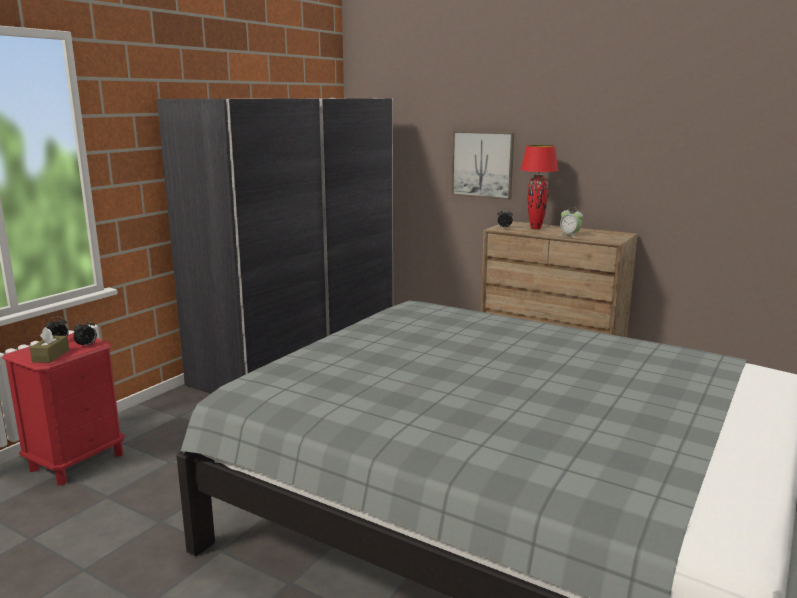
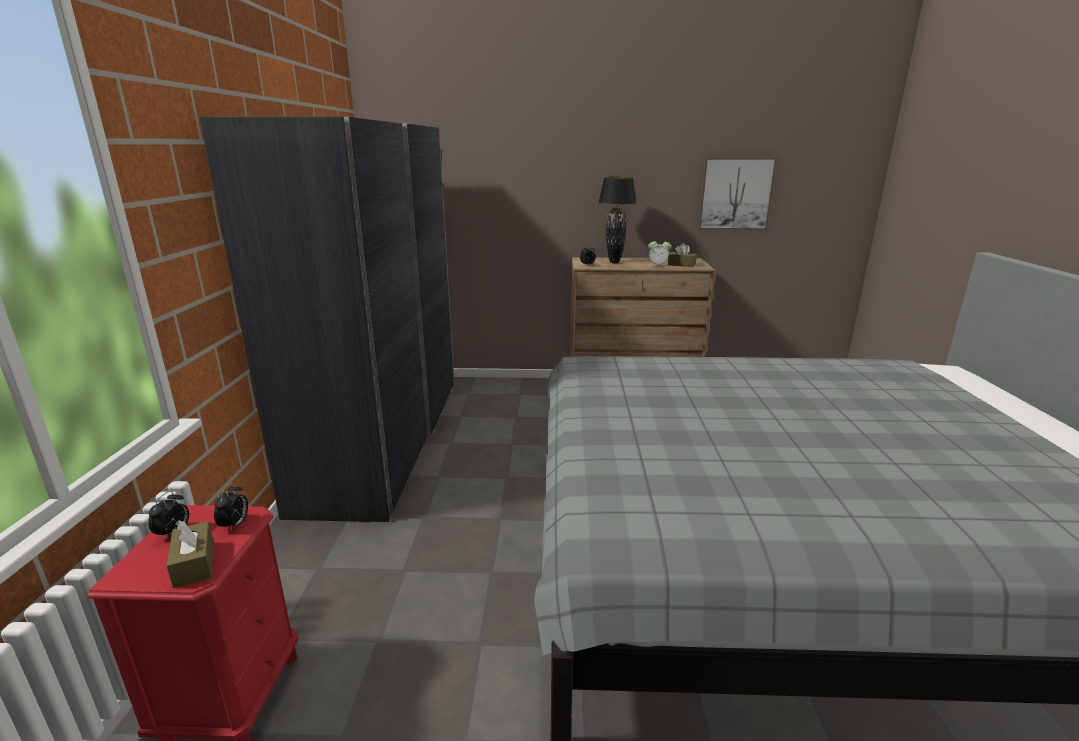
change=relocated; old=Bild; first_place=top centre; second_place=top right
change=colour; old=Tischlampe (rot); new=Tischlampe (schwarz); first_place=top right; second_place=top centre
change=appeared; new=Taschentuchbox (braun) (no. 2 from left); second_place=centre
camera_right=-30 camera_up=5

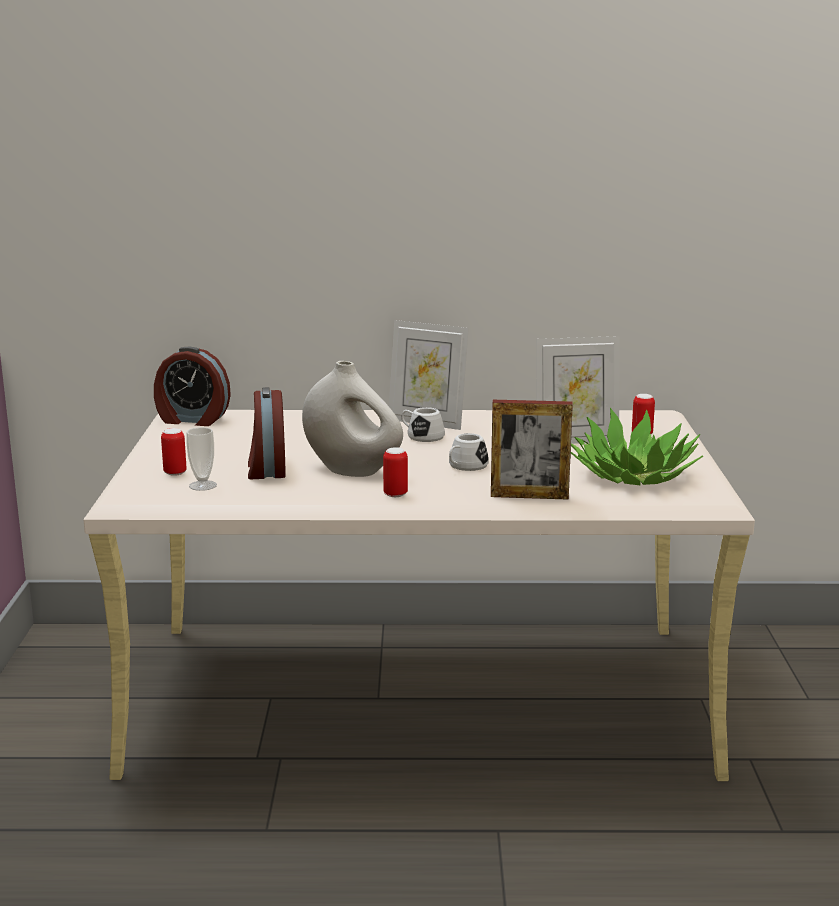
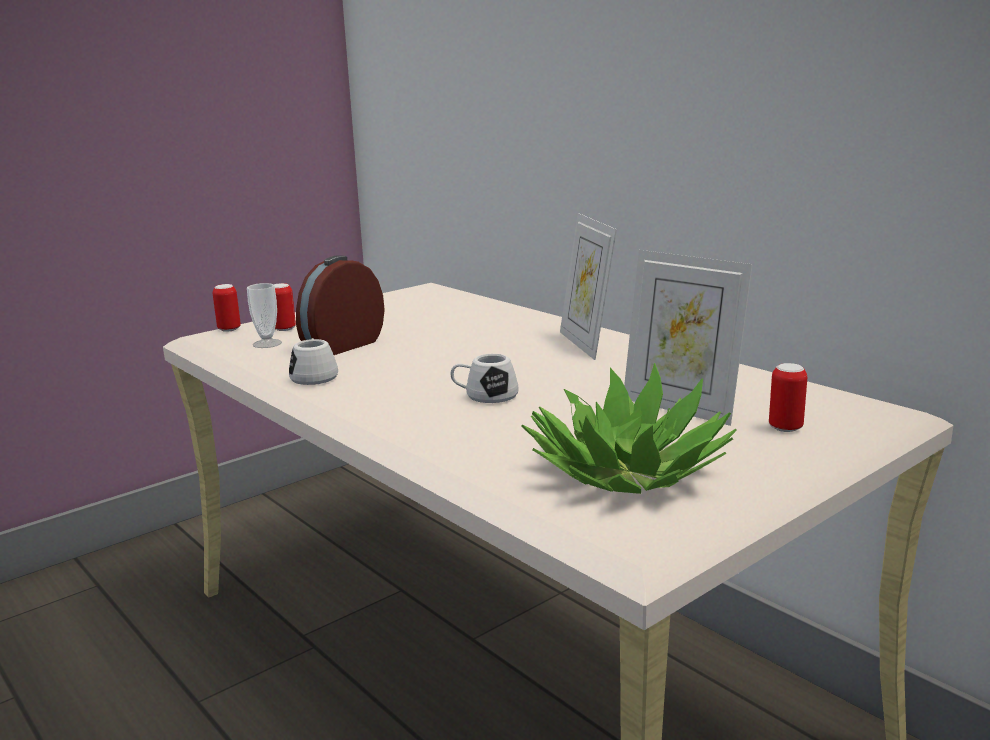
change=missing; old=Wecker (no. 1 from left); first_place=middle left
change=missing; old=Vase (weiß); first_place=centre
change=missing; old=Bilderrahmen (no. 2 from left); first_place=centre
change=relocated; old=Henkelbecher (weiß) (no. 1 from left); first_place=centre; second_place=middle left
change=relocated; old=Dose (no. 2 from left in the first image); new=Dose (no. 1 from left); first_place=centre; second_place=middle left
camera_right=50 camera_up=0

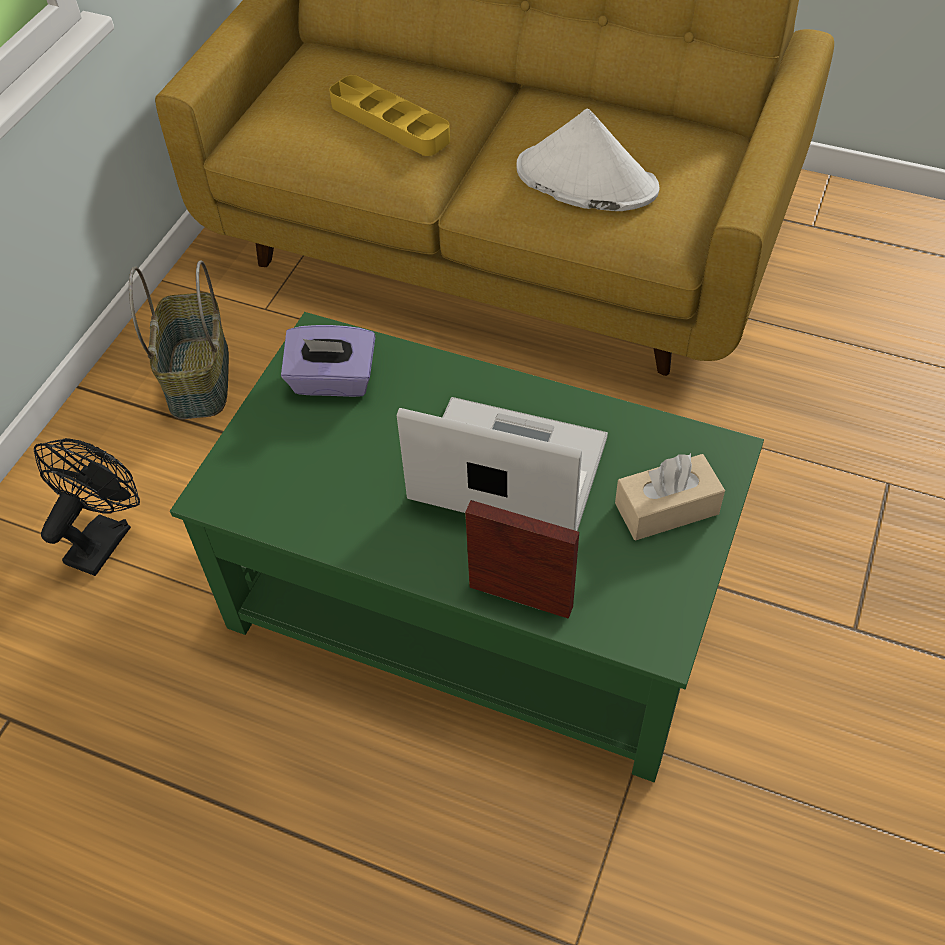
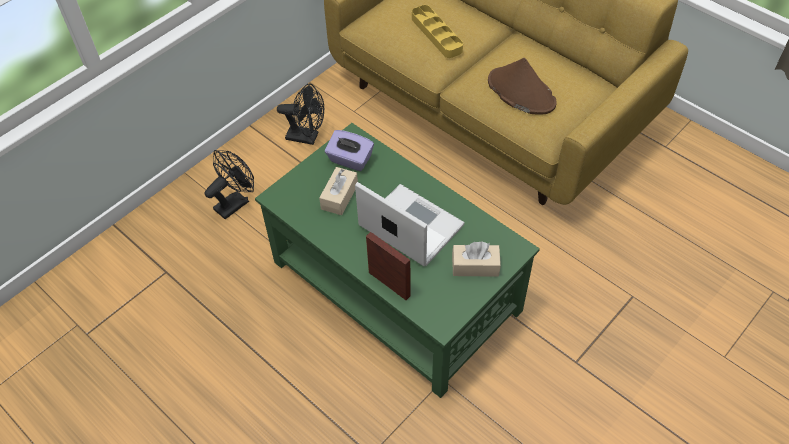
change=colour; old=Hut (weiß); new=Hut (braun); first_place=top centre; second_place=top centre
change=exchanged; old=Korb; new=Ventilator (schwarz) (no. 2 from left); first_place=middle left; second_place=top centre
change=appeared; new=Taschentuchbox (beige) (no. 1 from left); second_place=centre
camera_right=20 camera_up=0

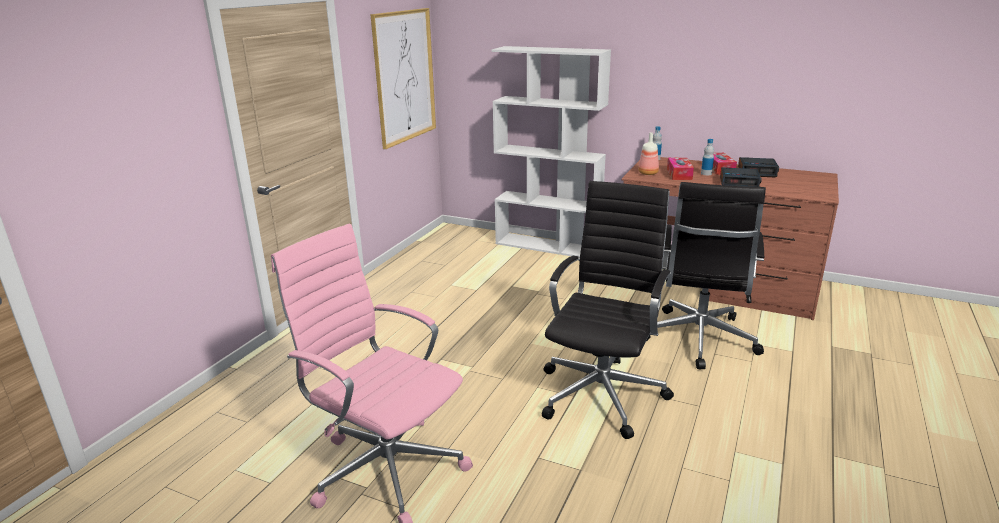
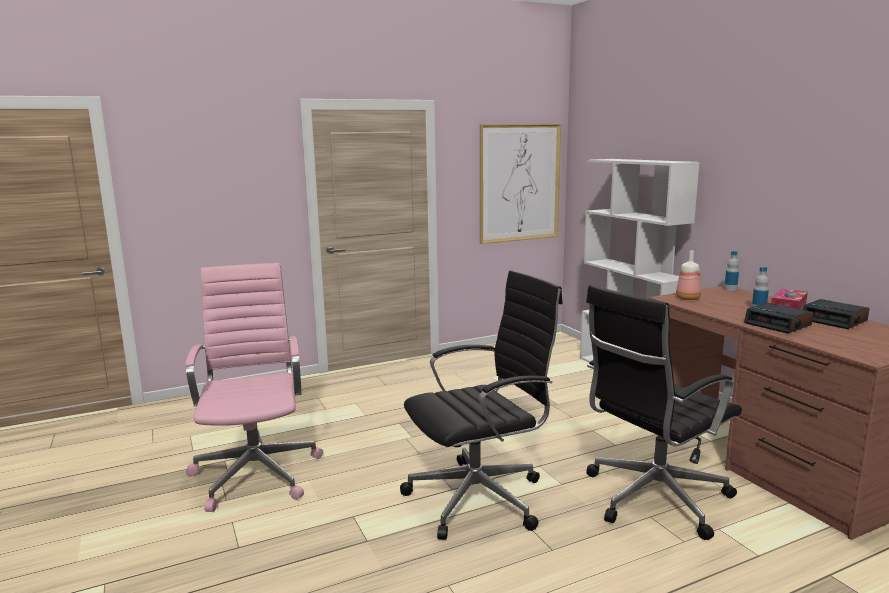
change=missing; old=Taschentuchbox (no. 1 from left); first_place=top right
camera_right=40 camera_up=-10

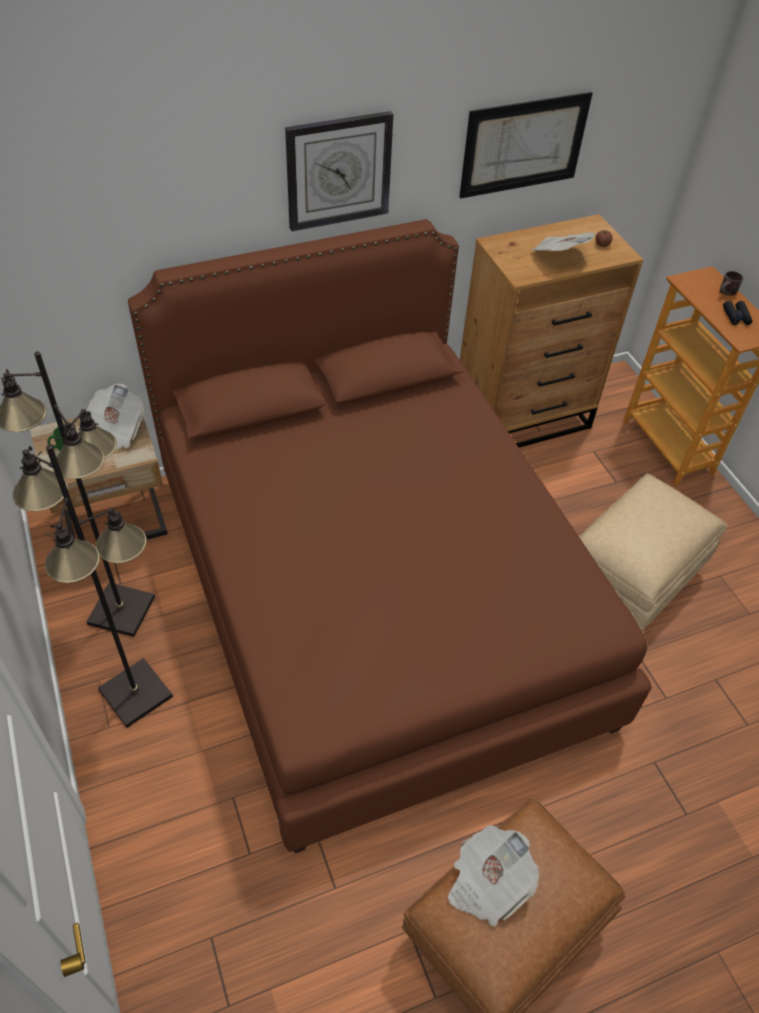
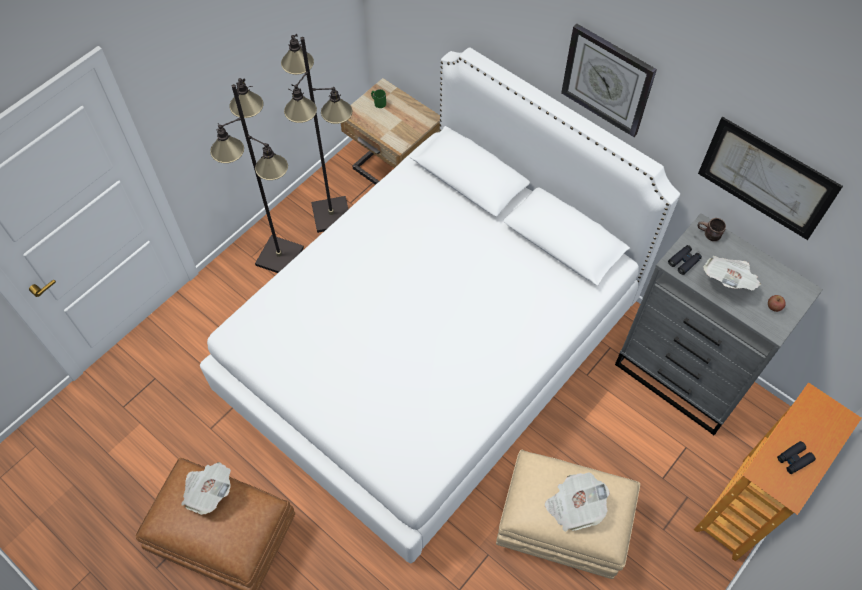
change=colour; old=Kommode (braun); new=Kommode (grau); first_place=top right; second_place=middle right
change=colour; old=Bett (braun); new=Bett (weiß); first_place=centre; second_place=centre
change=relocated; old=Henkelbecher (braun); first_place=top right; second_place=middle right
change=relocated; old=Zeitung (no. 1 from left in the first image); new=Zeitung (no. 2 from left); first_place=middle left; second_place=bottom right
change=appeared; new=Fernglas (schwarz) (no. 1 from left); second_place=middle right
camera_right=65 camera_up=10

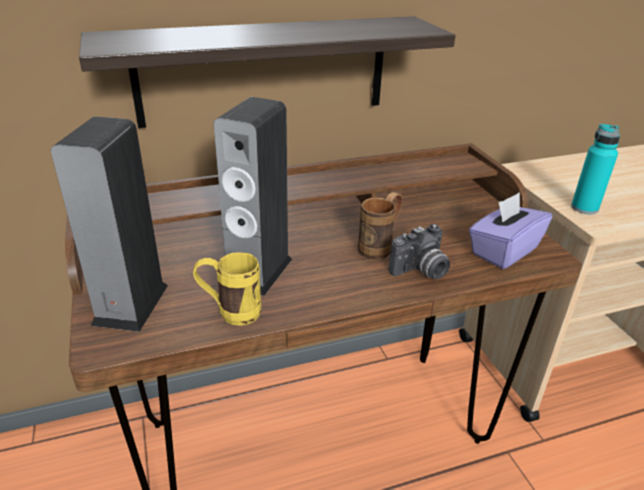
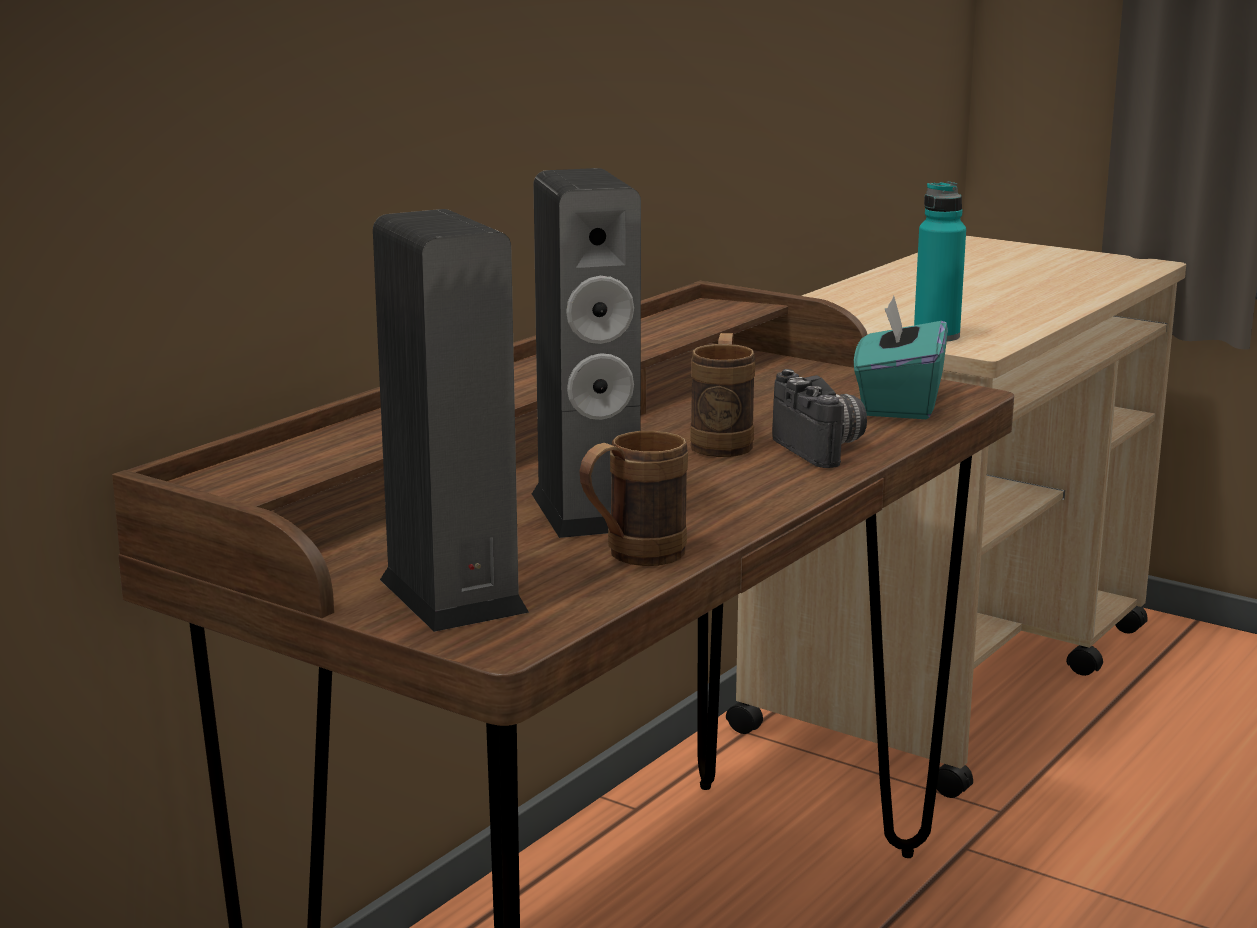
change=missing; old=Wandregal; first_place=top centre
change=colour; old=Taschentuchbox (lila); new=Taschentuchbox (türkis); first_place=middle right; second_place=middle right
change=spun; old=Kamera; first_place=centre; second_place=centre; degrees=-45
change=colour; old=Henkelbecher (gelb); new=Henkelbecher (braun) (no. 1 from left); first_place=centre; second_place=centre
camera_right=-35 camera_up=-15

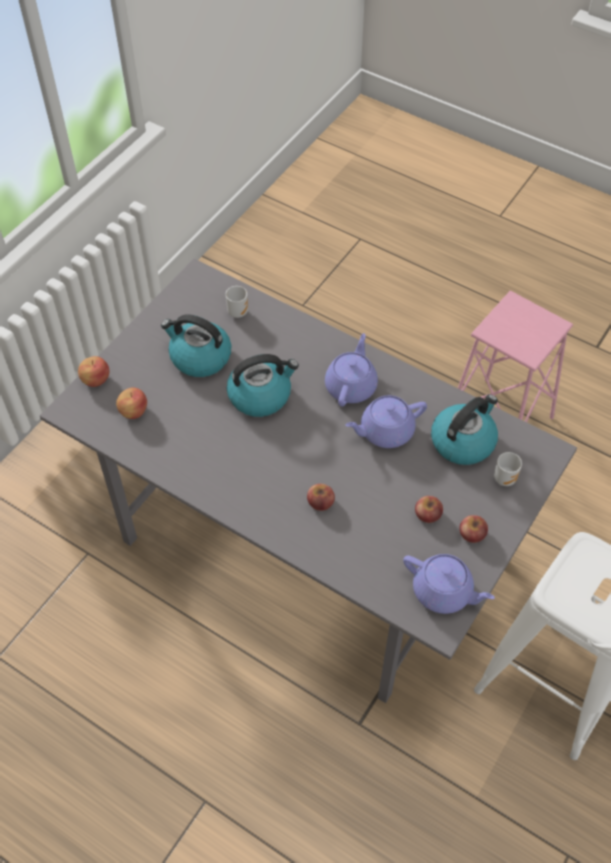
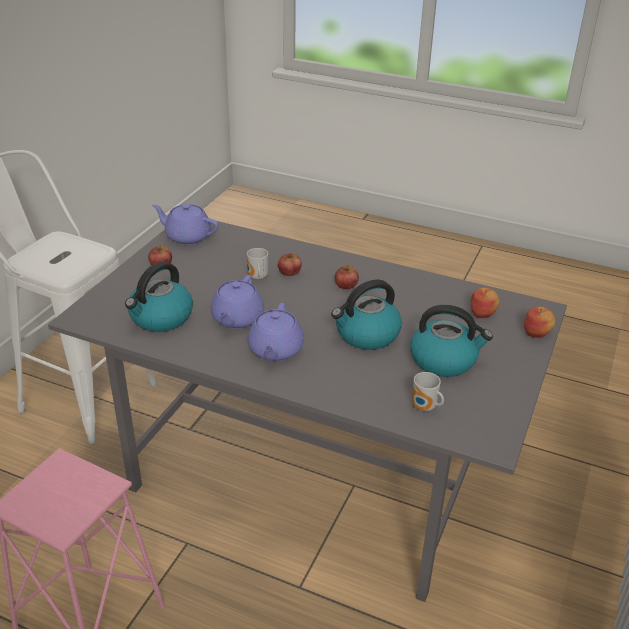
change=spun; old=Teekanne (lila) (no. 2 from left); first_place=centre; second_place=centre; degrees=135
change=relocated; old=Henkelbecher (no. 2 from left in the first image); new=Henkelbecher (no. 1 from left); first_place=middle right; second_place=centre
change=relocated; old=Apfel (no. 4 from left in the first image); new=Apfel (no. 3 from left); first_place=middle right; second_place=centre
camera_right=170 camera_up=-20

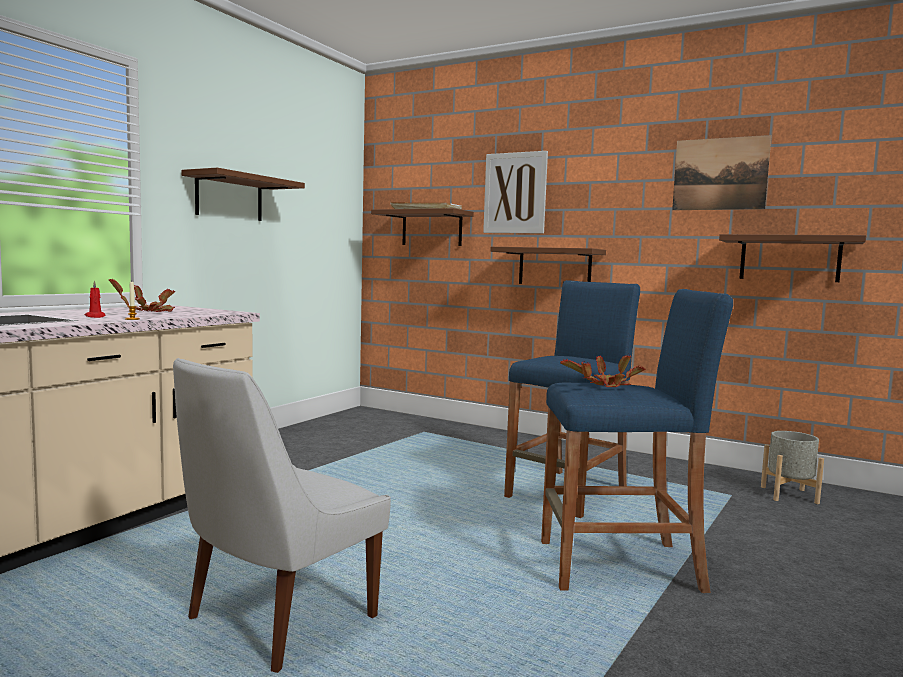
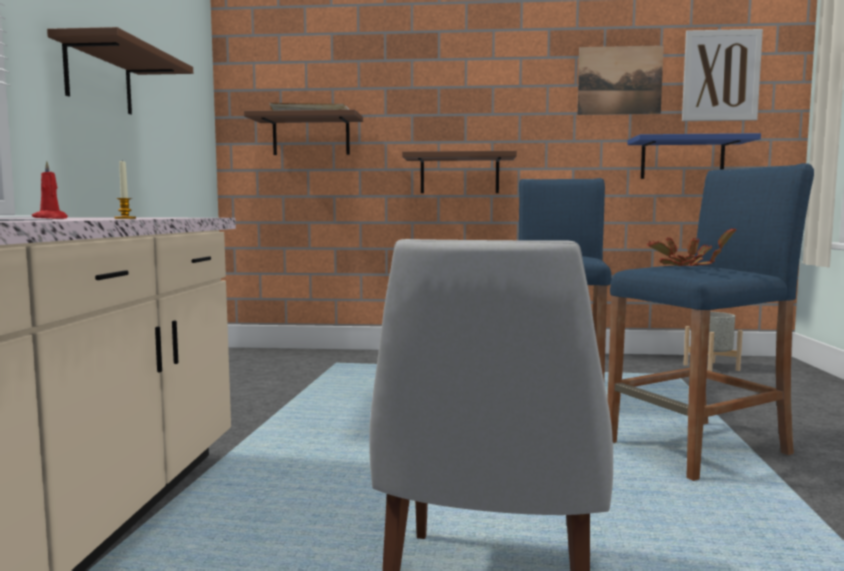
change=relocated; old=Bild (no. 1 from left in the first image); new=Bild (no. 2 from left); first_place=top centre; second_place=top right
change=colour; old=Wandregal (braun) (no. 4 from left); new=Wandregal (blau); first_place=middle right; second_place=top right
change=missing; old=Topfpflanze (no. 1 from left); first_place=middle left
camera_right=-25 camera_up=0

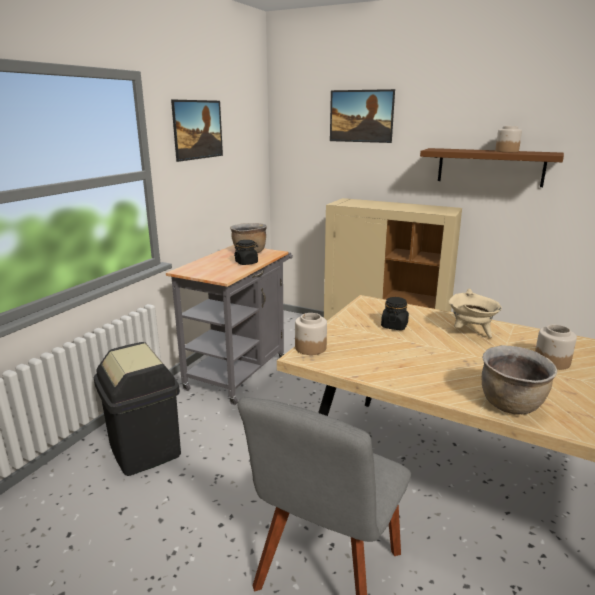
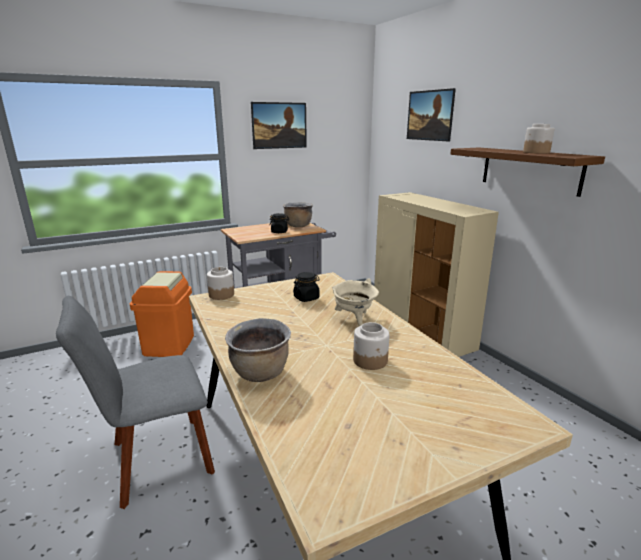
change=colour; old=Mülleimer (schwarz); new=Mülleimer (orange); first_place=bottom left; second_place=middle left
camera_right=35 camera_up=0

